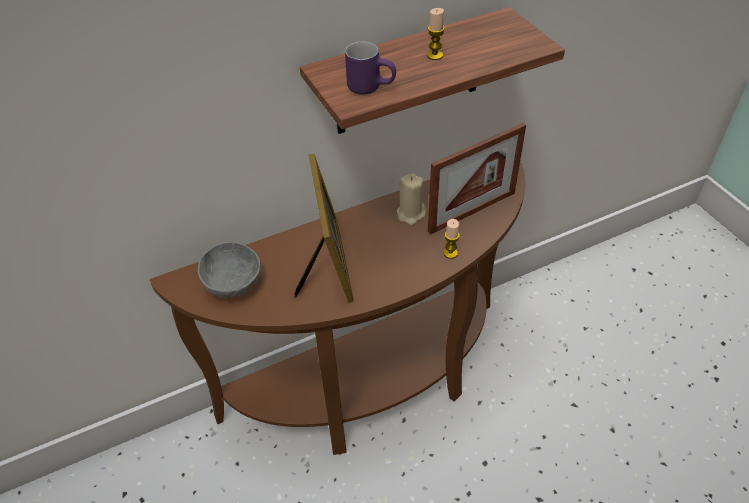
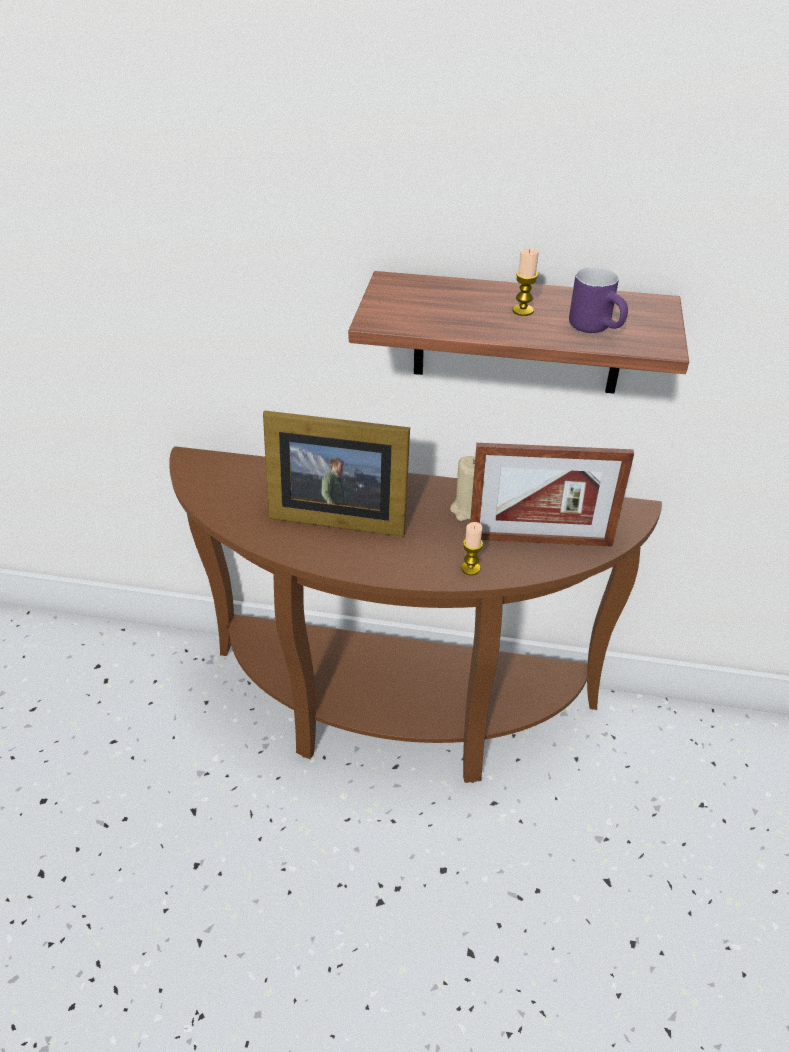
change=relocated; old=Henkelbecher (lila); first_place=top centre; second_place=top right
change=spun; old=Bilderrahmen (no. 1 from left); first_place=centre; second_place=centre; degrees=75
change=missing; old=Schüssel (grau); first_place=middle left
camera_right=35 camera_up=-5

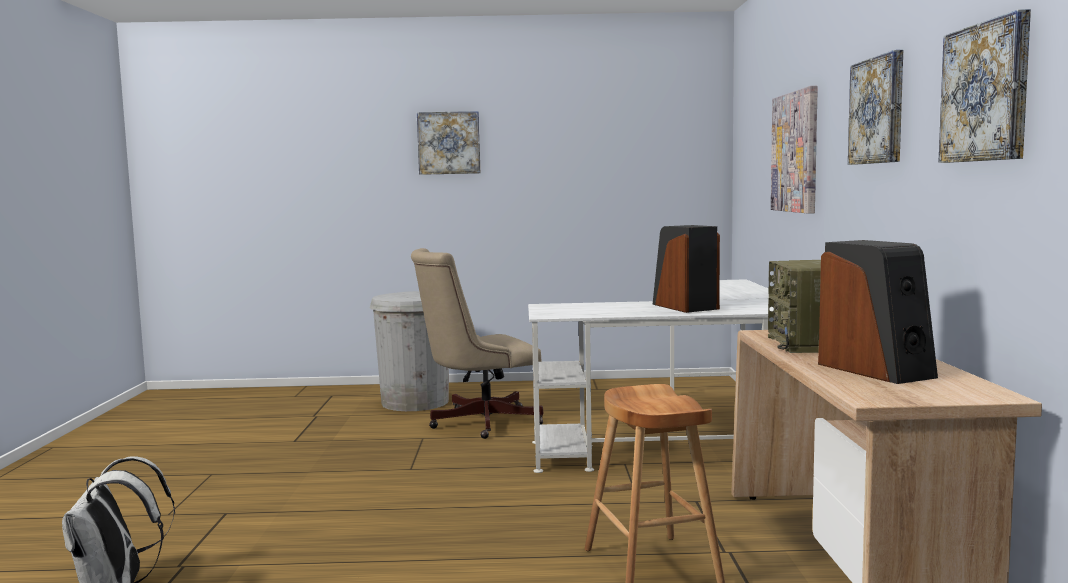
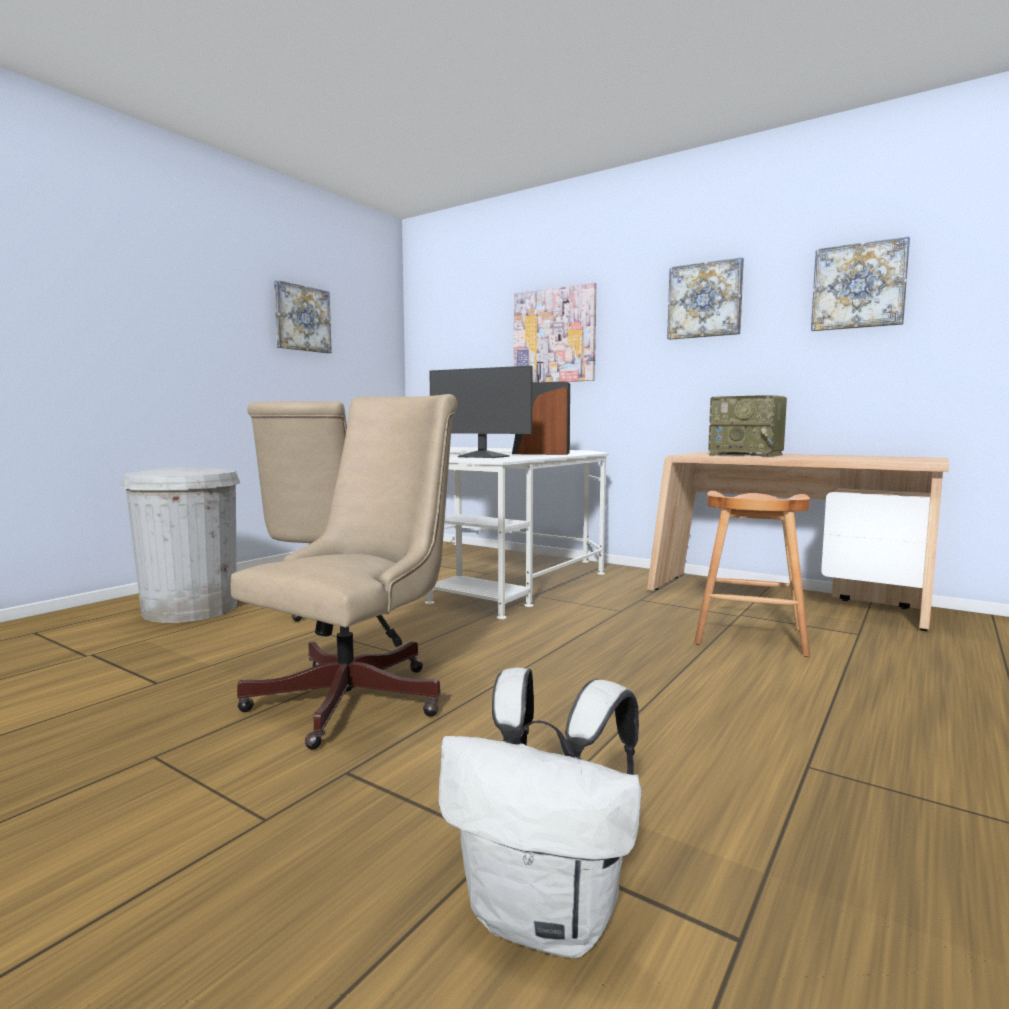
change=relocated; old=Bild (no. 1 from left); first_place=top centre; second_place=top left
change=missing; old=Lautsprecher (no. 2 from left); first_place=middle right
change=appeared; new=Monitor; second_place=centre
change=appeared; new=Bürostuhl (beige) (no. 2 from left); second_place=centre
camera_right=-55 camera_up=0

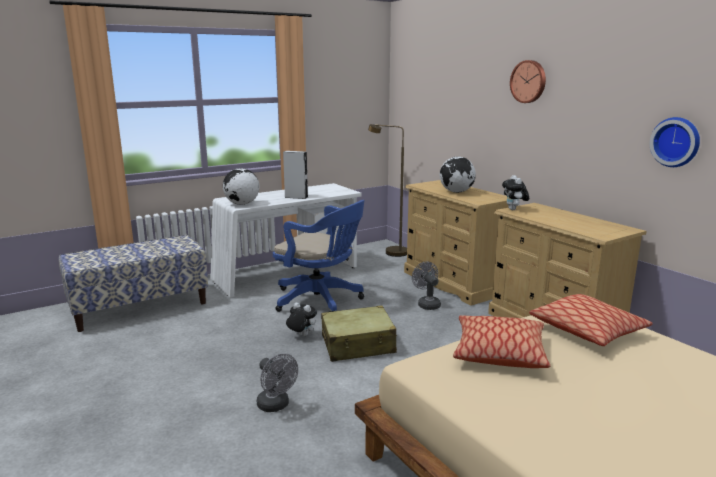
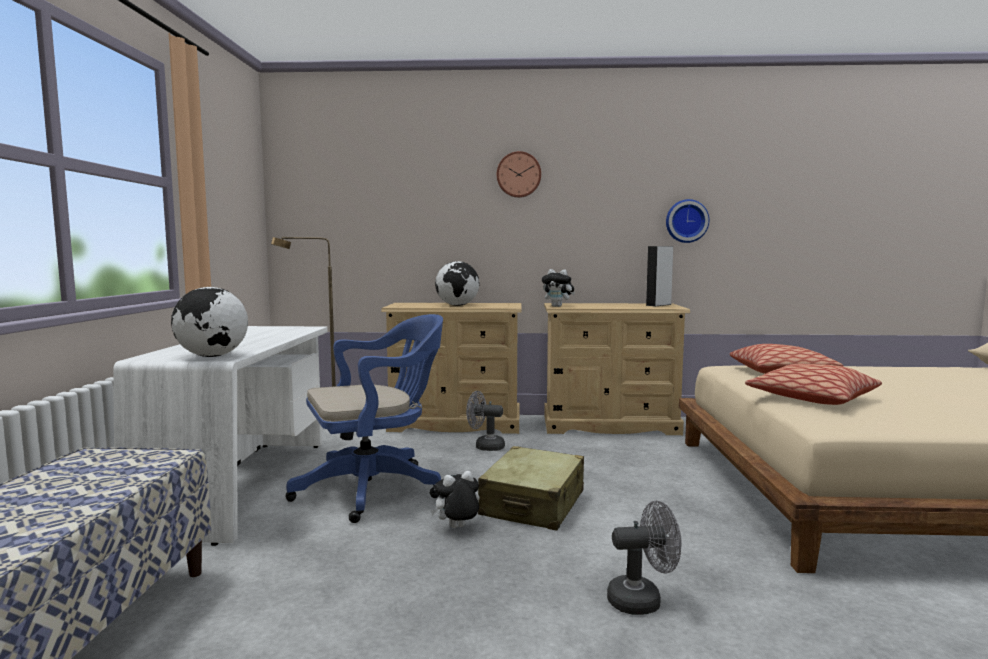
change=relocated; old=Lautsprecher (grau); first_place=centre; second_place=middle right
camera_right=-55 camera_up=-10

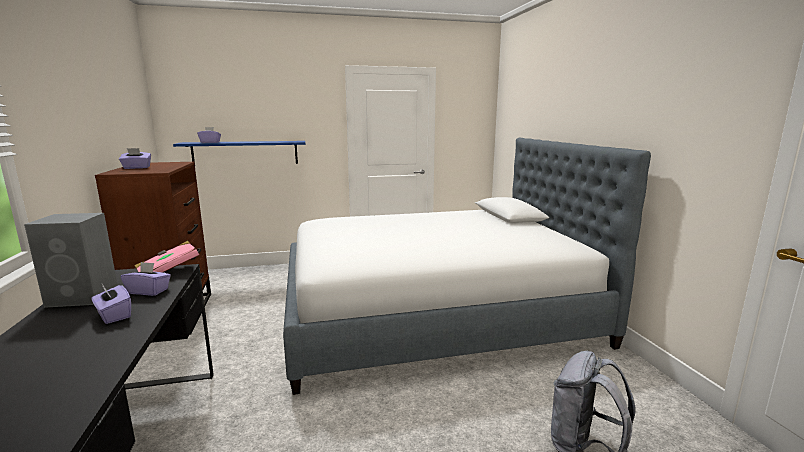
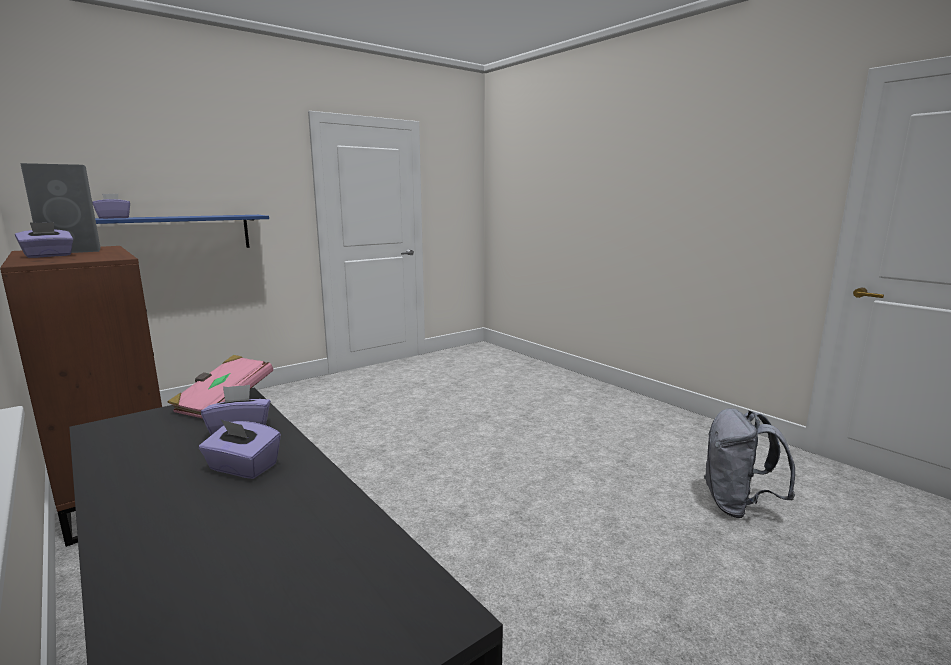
change=missing; old=Bett; first_place=centre
change=relocated; old=Lautsprecher (grau); first_place=middle left; second_place=top left
camera_right=-25 camera_up=0

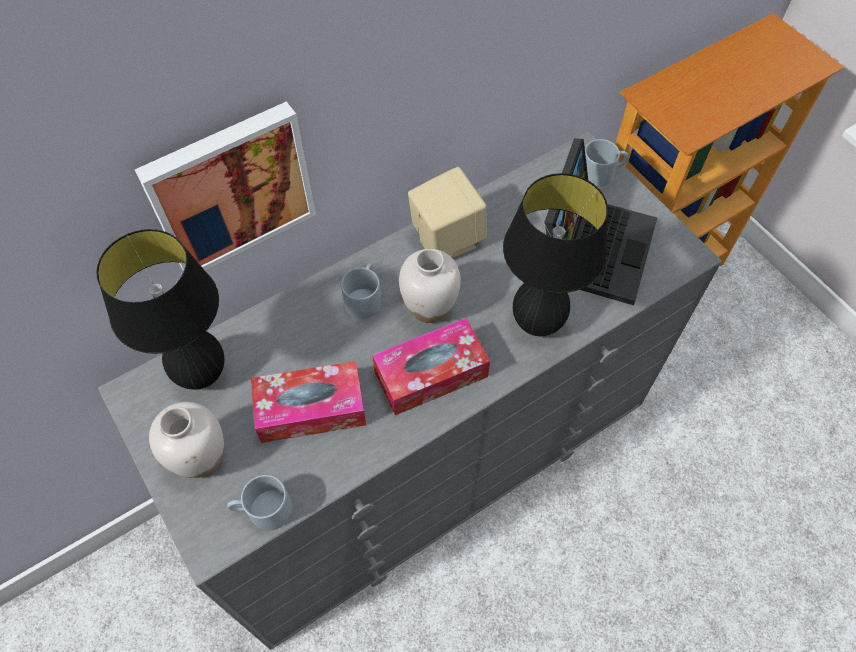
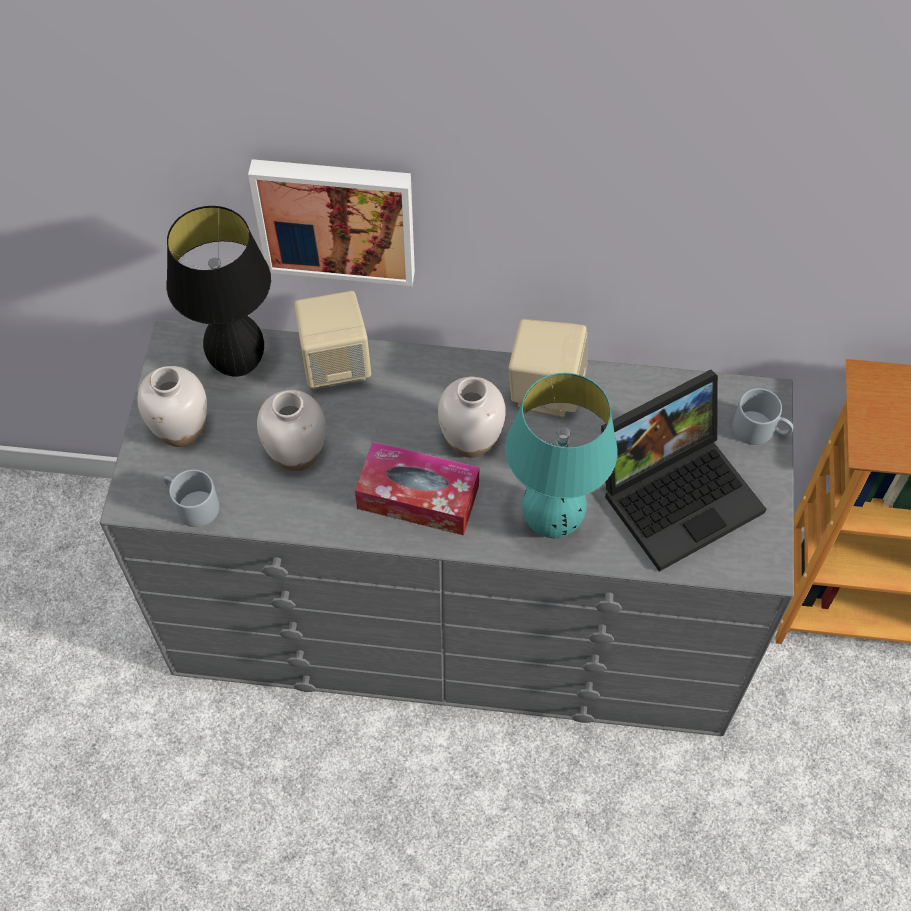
change=colour; old=Tischlampe (schwarz) (no. 2 from left); new=Tischlampe (türkis); first_place=centre; second_place=centre
change=missing; old=Henkelbecher (grau) (no. 2 from left); first_place=centre
change=exchanged; old=Taschentuchbox (no. 1 from left); new=Vase (weiß) (no. 2 from left); first_place=centre; second_place=middle left
change=appeared; new=Lautsprecher (beige) (no. 1 from left); second_place=centre
camera_right=40 camera_up=0

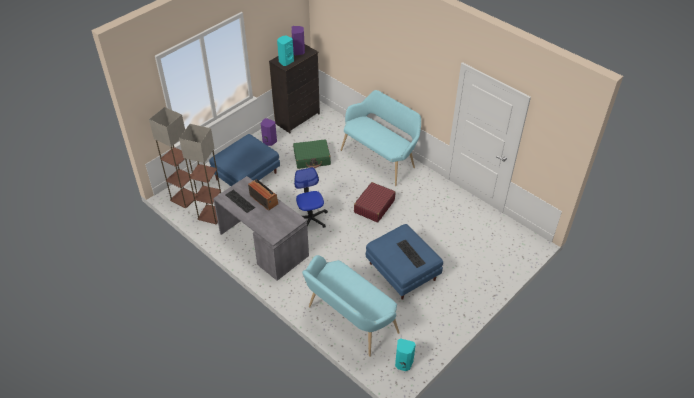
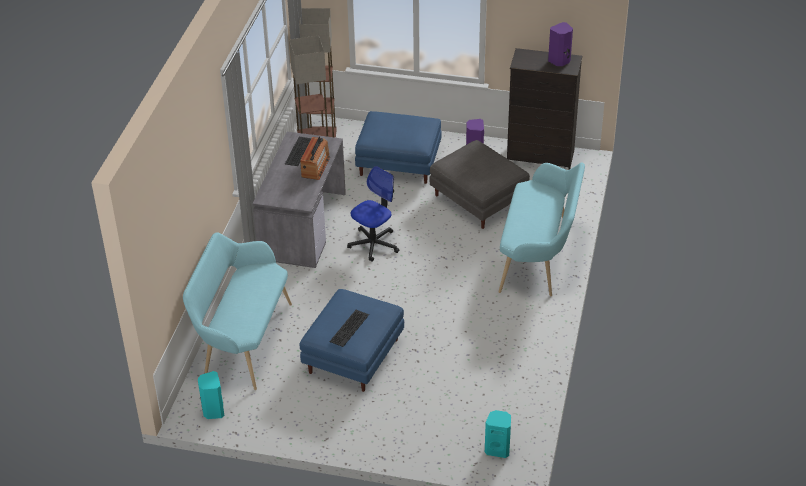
change=relocated; old=Lautsprecher (türkis) (no. 1 from left in the first image); new=Lautsprecher (türkis) (no. 2 from left); first_place=top centre; second_place=bottom centre
change=exchanged; old=Koffer (grün); new=Polsterhocker (grau); first_place=centre; second_place=centre
change=missing; old=Koffer (rot); first_place=centre
camera_right=60 camera_up=-5

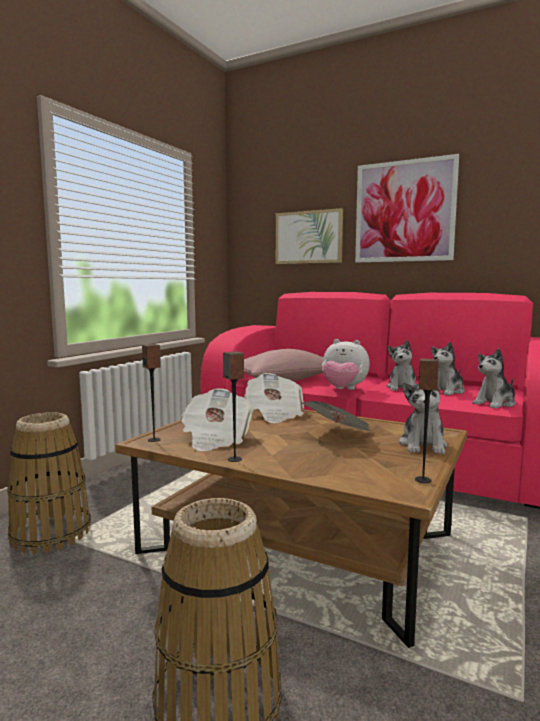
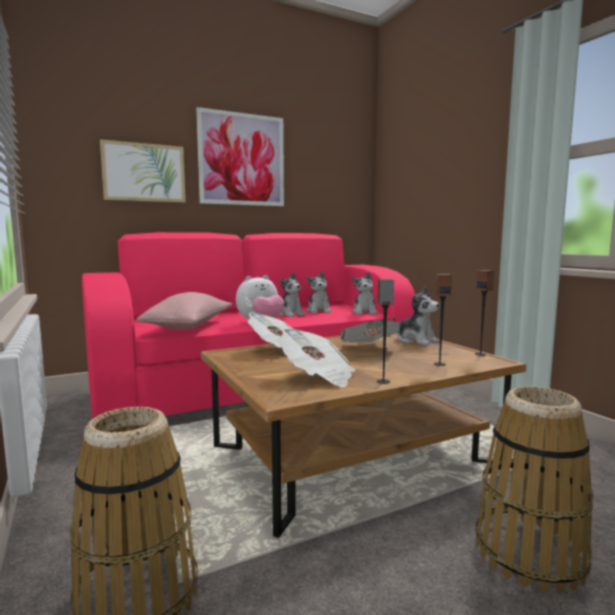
change=relocated; old=Lautsprecher (no. 1 from left in the first image); new=Lautsprecher (no. 2 from left); first_place=middle left; second_place=middle right
camera_right=-55 camera_up=0

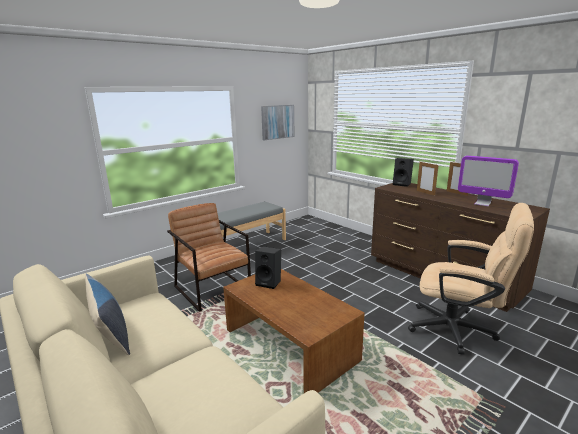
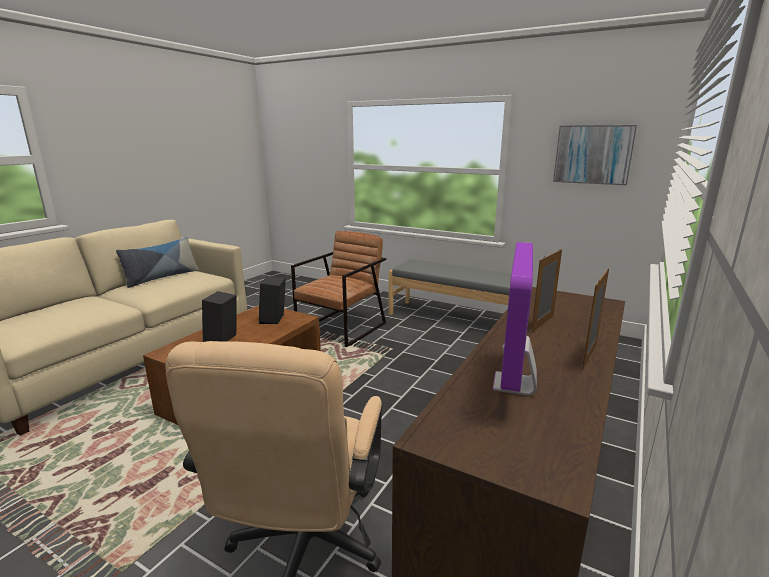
change=relocated; old=Lautsprecher (schwarz) (no. 2 from left in the first image); new=Lautsprecher (schwarz) (no. 1 from left); first_place=middle right; second_place=middle left
camera_right=70 camera_up=0

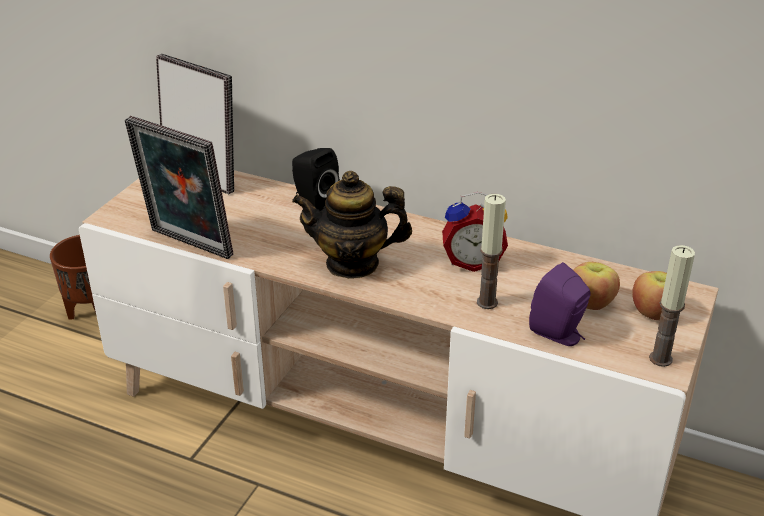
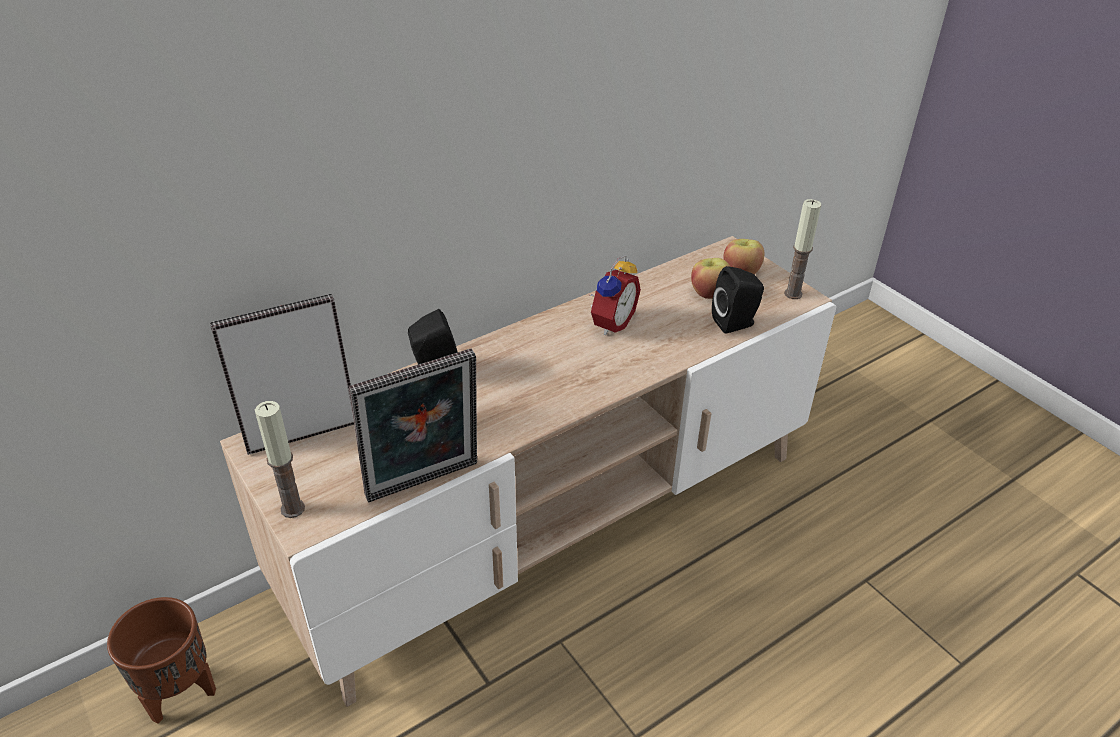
change=missing; old=Teekanne; first_place=centre
change=relocated; old=Kerze (no. 1 from left); first_place=centre; second_place=middle left
change=colour; old=Lautsprecher (lila); new=Lautsprecher (schwarz) (no. 2 from left); first_place=middle right; second_place=centre
camera_right=-60 camera_up=5

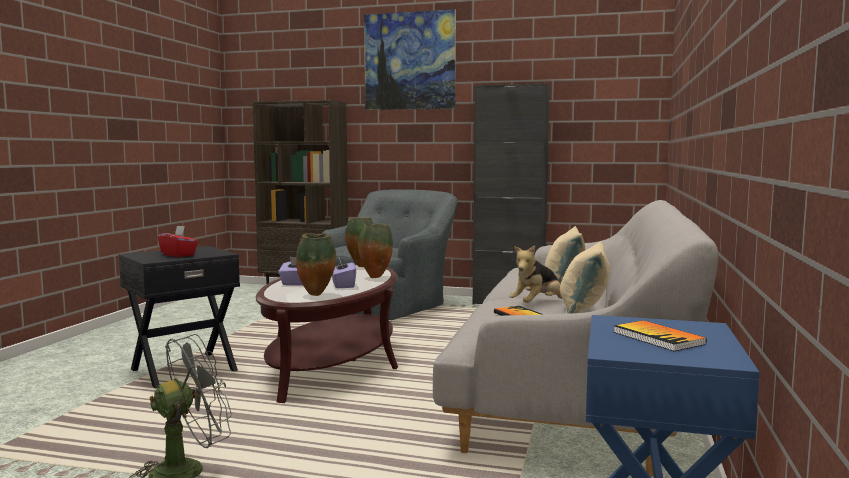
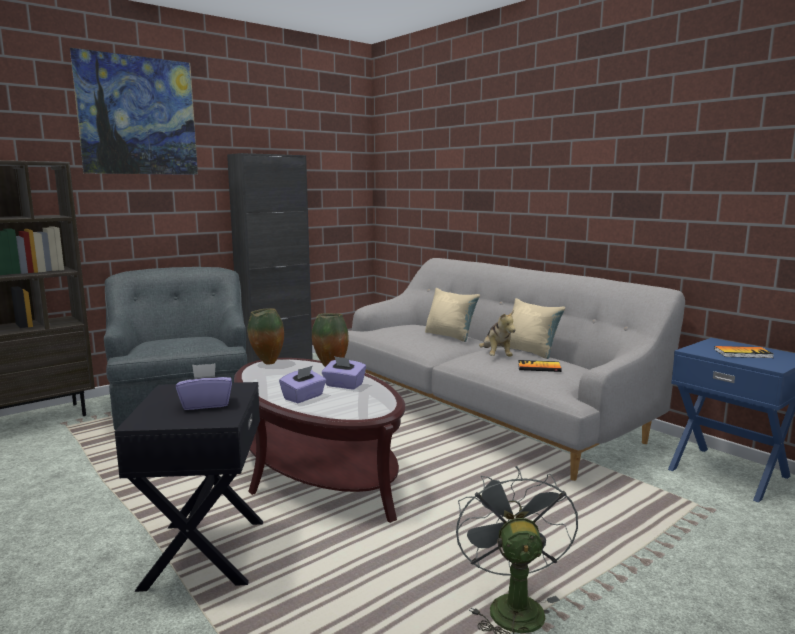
change=colour; old=Taschentuchbox (rot); new=Taschentuchbox (lila) (no. 1 from left); first_place=middle left; second_place=middle left
change=missing; old=Vase (no. 1 from left); first_place=centre
camera_right=-55 camera_up=5

